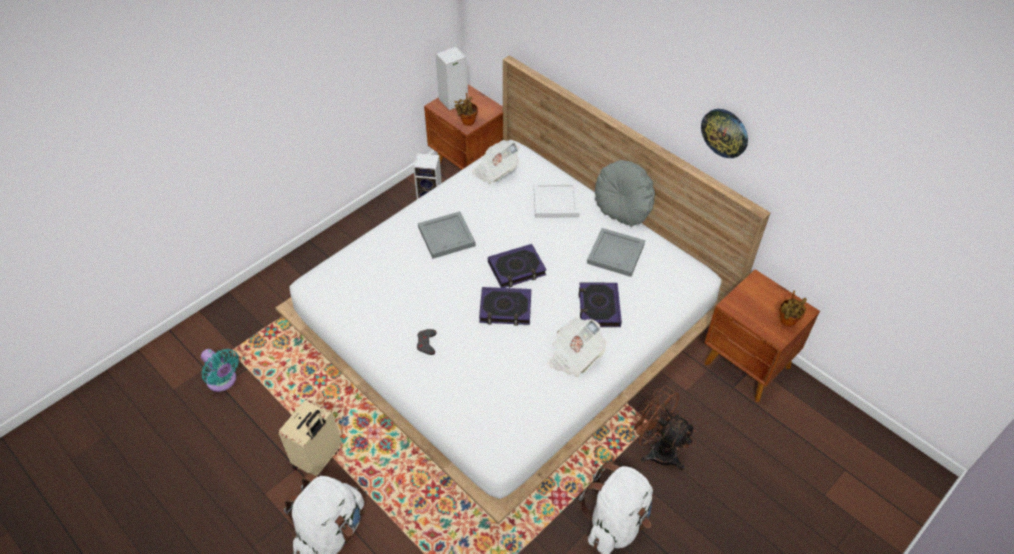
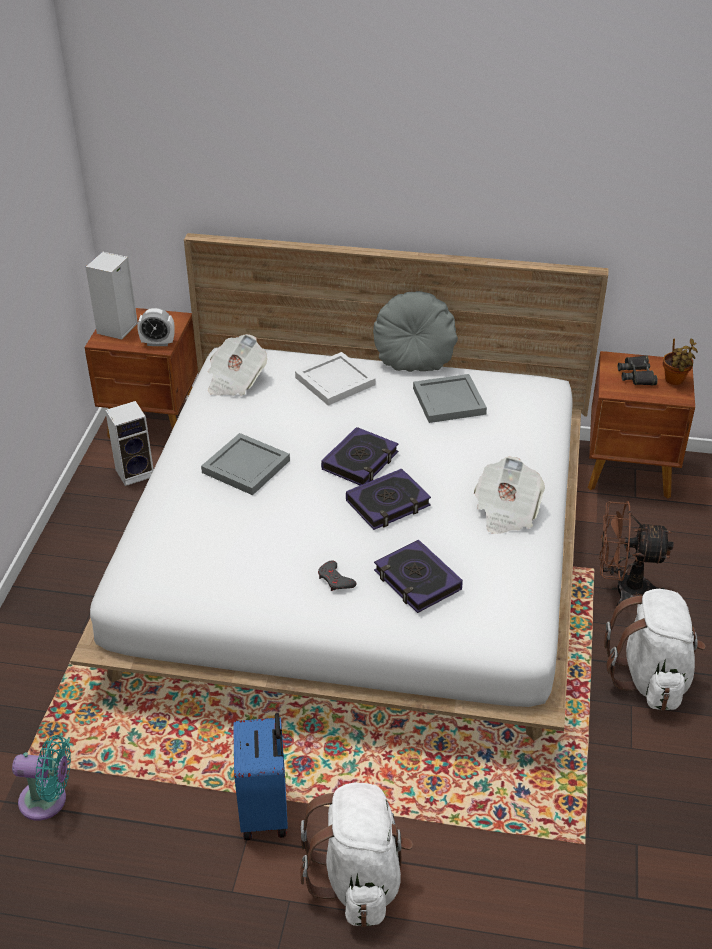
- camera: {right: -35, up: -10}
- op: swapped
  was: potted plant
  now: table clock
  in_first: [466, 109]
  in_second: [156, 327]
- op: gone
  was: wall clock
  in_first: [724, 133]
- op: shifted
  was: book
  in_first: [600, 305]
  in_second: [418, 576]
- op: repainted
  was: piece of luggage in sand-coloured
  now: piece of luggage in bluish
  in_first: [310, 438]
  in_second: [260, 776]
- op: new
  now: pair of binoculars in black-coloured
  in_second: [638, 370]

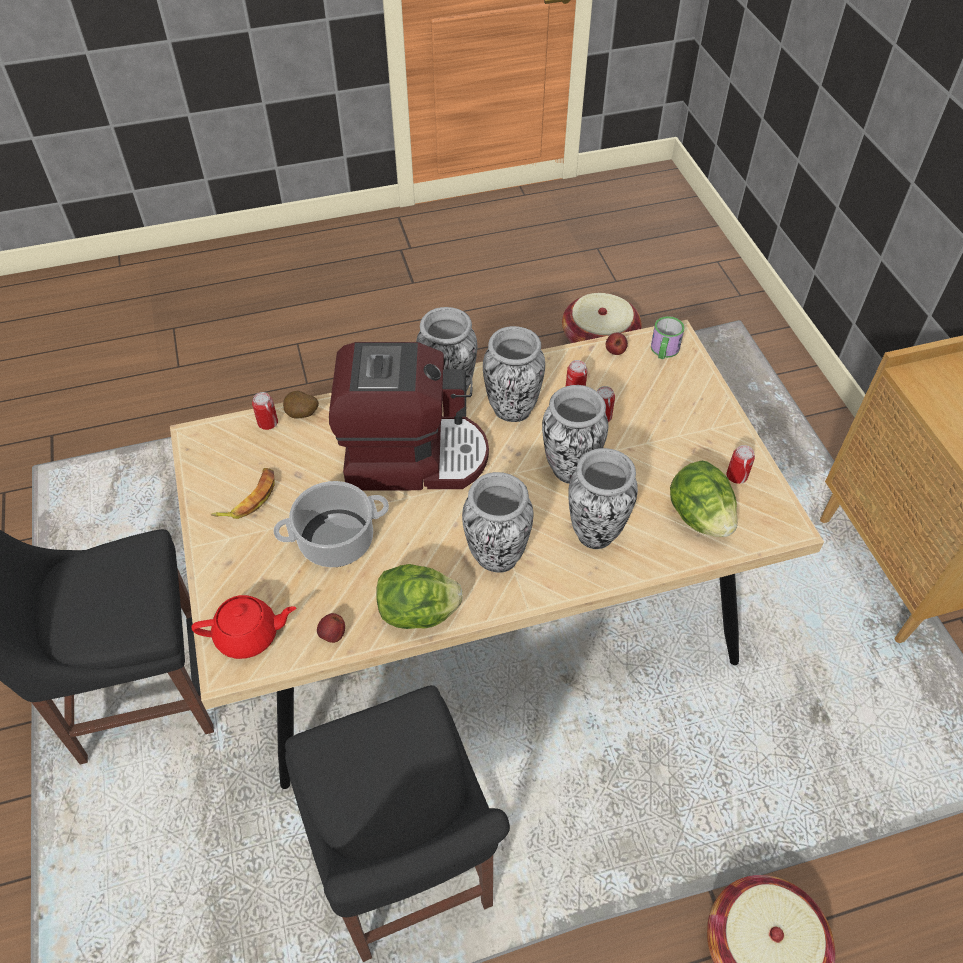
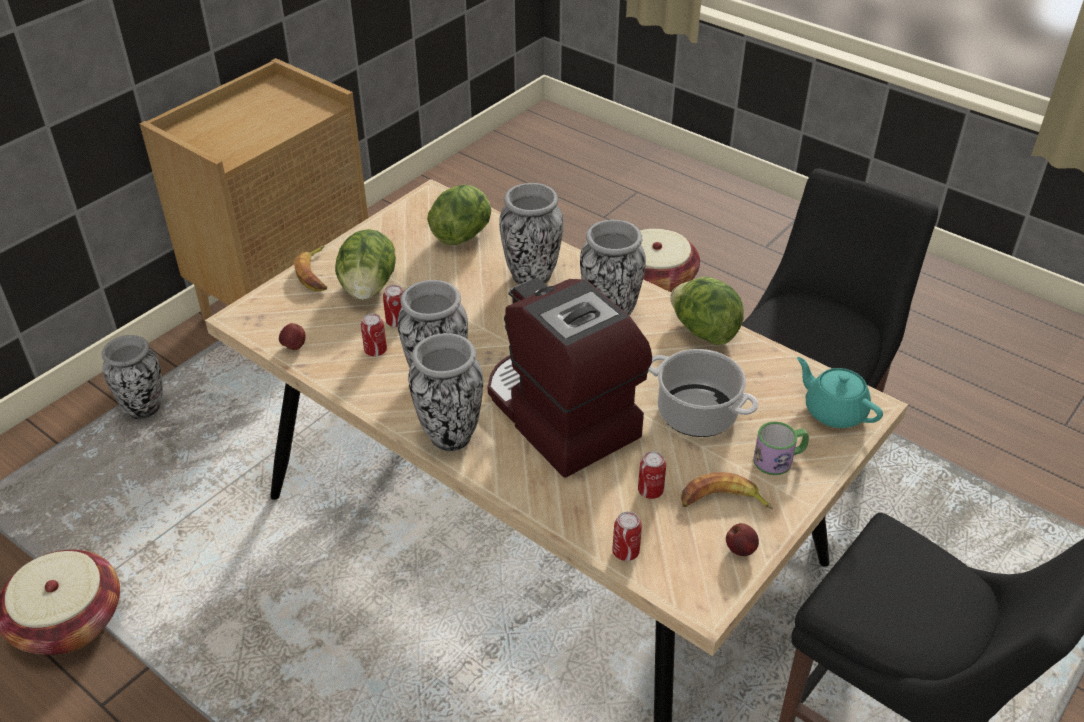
- camera: {right: -125, up: -10}
- op: shifted
  was: coffee mug
  in_first: [667, 337]
  in_second: [781, 448]
- op: shifted
  was: vase
  in_first: [575, 434]
  in_second: [132, 377]
- op: gone
  was: whole potato
  in_first: [301, 404]
- op: shifted
  was: can
  in_first: [740, 464]
  in_second: [652, 475]
- op: repainted
  was: pot for tea in red
  now: pot for tea in turquoise-coloured
  in_first: [244, 627]
  in_second: [840, 392]
- op: shifted
  was: apple fruit
  in_first: [331, 628]
  in_second: [742, 539]
- op: new
  now: lettuce
  in_second: [365, 264]
- op: new
  now: banana
  in_second: [310, 269]

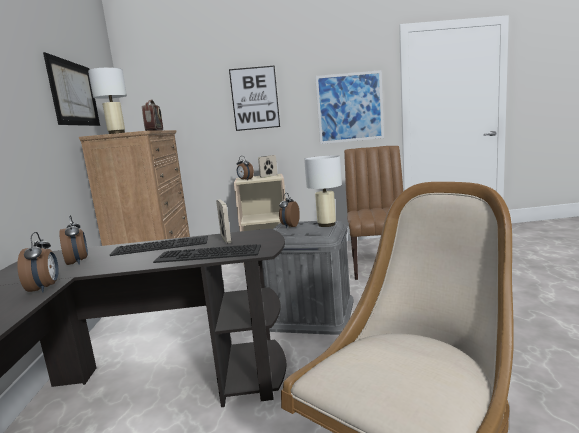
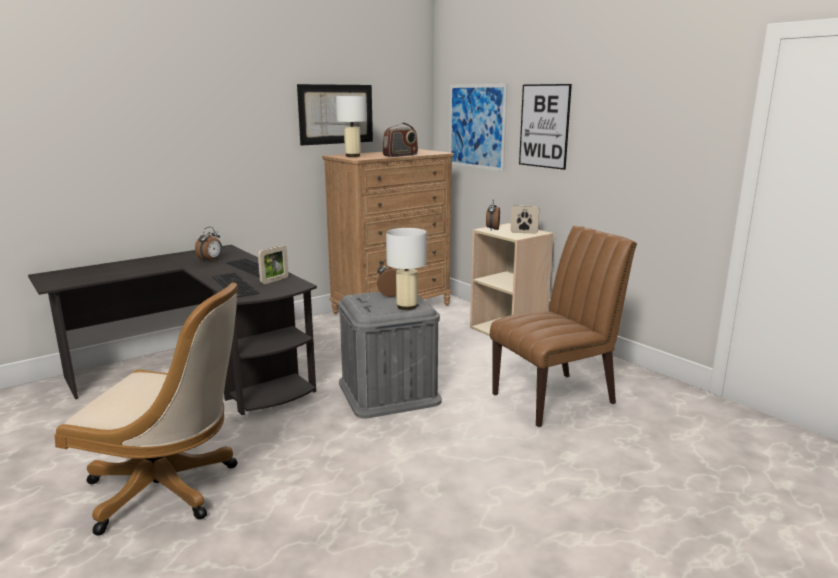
- camera: {right: 55, up: 5}
- op: shifted
  was: wall art
  in_first: [349, 107]
  in_second: [478, 127]
- op: gone
  was: table clock
  in_first: [37, 262]

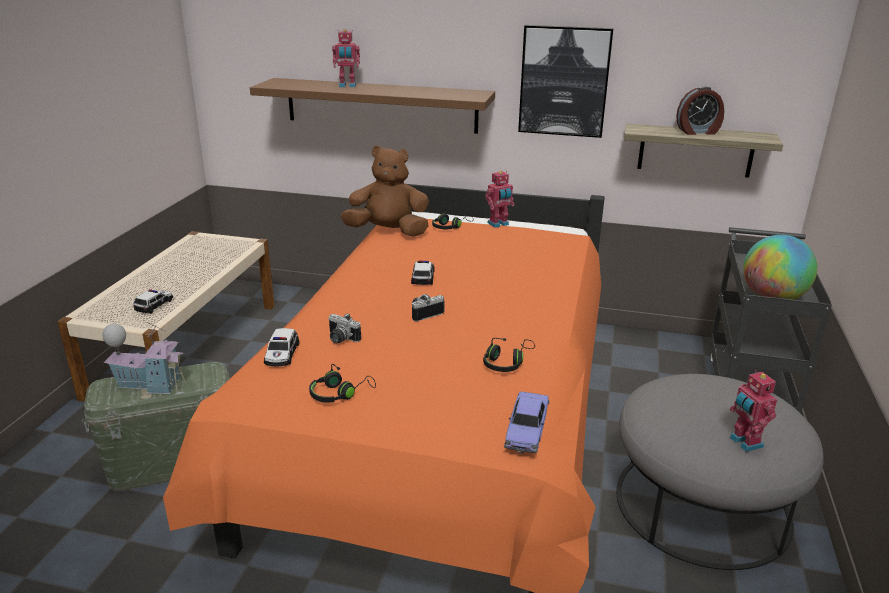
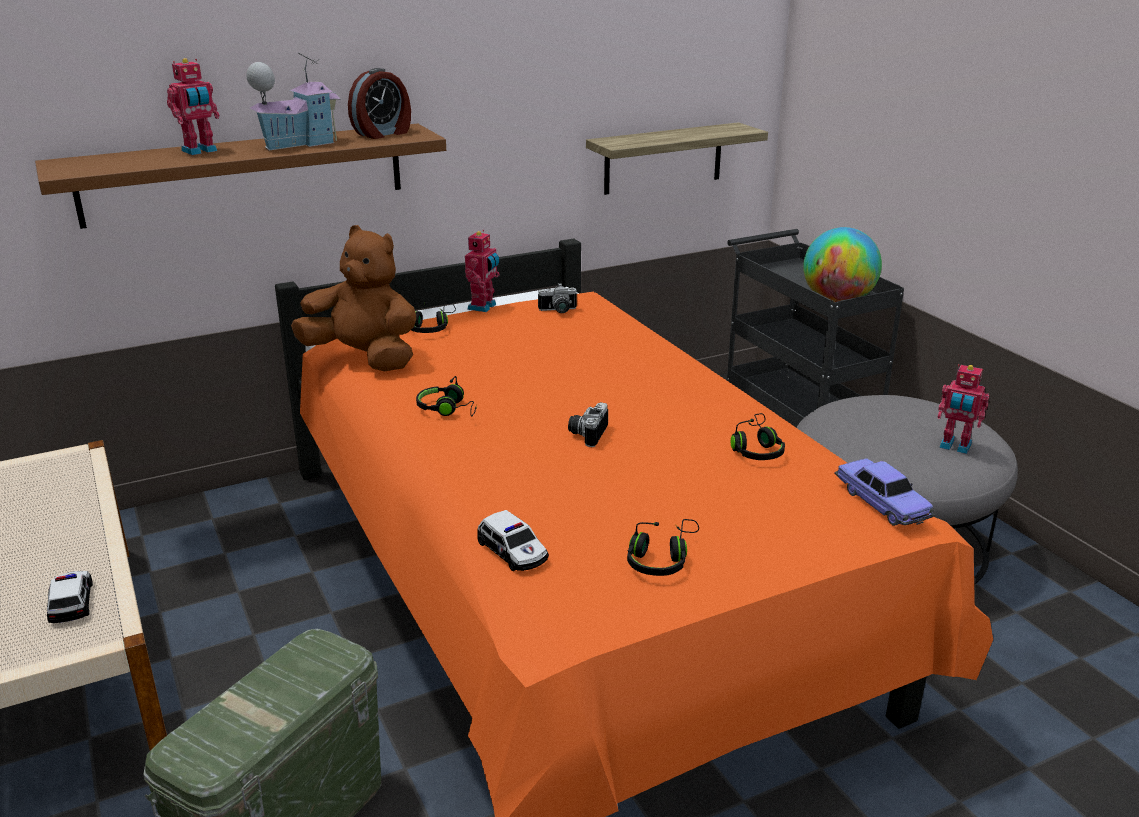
- camera: {right: -40, up: 0}
- op: gone
  was: wall art
  in_first: [566, 81]
- op: shifted
  was: table clock
  in_first: [700, 110]
  in_second: [379, 103]
- op: rotated
  was: soft toy in brownish
  in_first: [385, 191]
  in_second: [353, 298]
  clockwise: 60
- op: gone
  was: miniature car
  in_first: [423, 273]
- op: shifted
  was: still camera
  in_first: [345, 328]
  in_second: [557, 298]
- op: shifted
  was: toy house
  in_first: [144, 358]
  in_second: [293, 101]
- op: new
  now: headphones in black-coloured
  in_second: [446, 396]

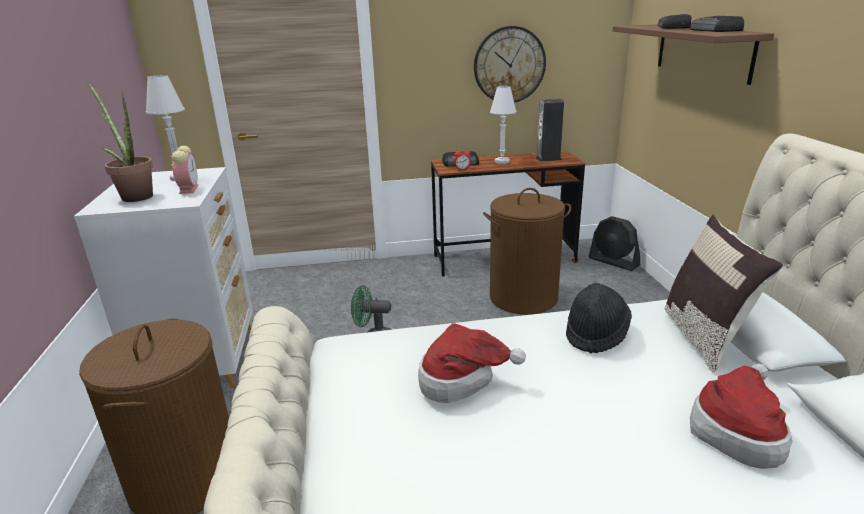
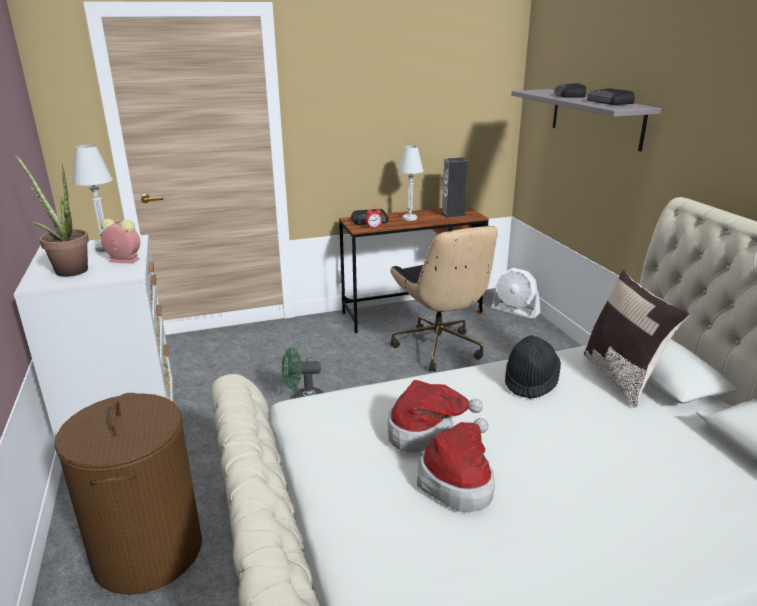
- camera: {right: -10, up: 0}
- op: repainted
  was: bracket shelf in brownish
  now: bracket shelf in gray
  in_first: [693, 54]
  in_second: [586, 120]
- op: gone
  was: wall clock
  in_first: [510, 64]
- op: rotated
  was: table clock
  in_first: [184, 170]
  in_second: [120, 241]
  clockwise: -60
- op: swapped
  was: hamper in brownish
  now: desk chair in black-coloured
  in_first: [527, 251]
  in_second: [444, 299]
- op: repainted
  was: electric fan in black-coloured
  now: electric fan in white-coloured
  in_first: [614, 243]
  in_second: [516, 293]
- op: shifted
  was: hat
  in_first: [741, 416]
  in_second: [456, 465]

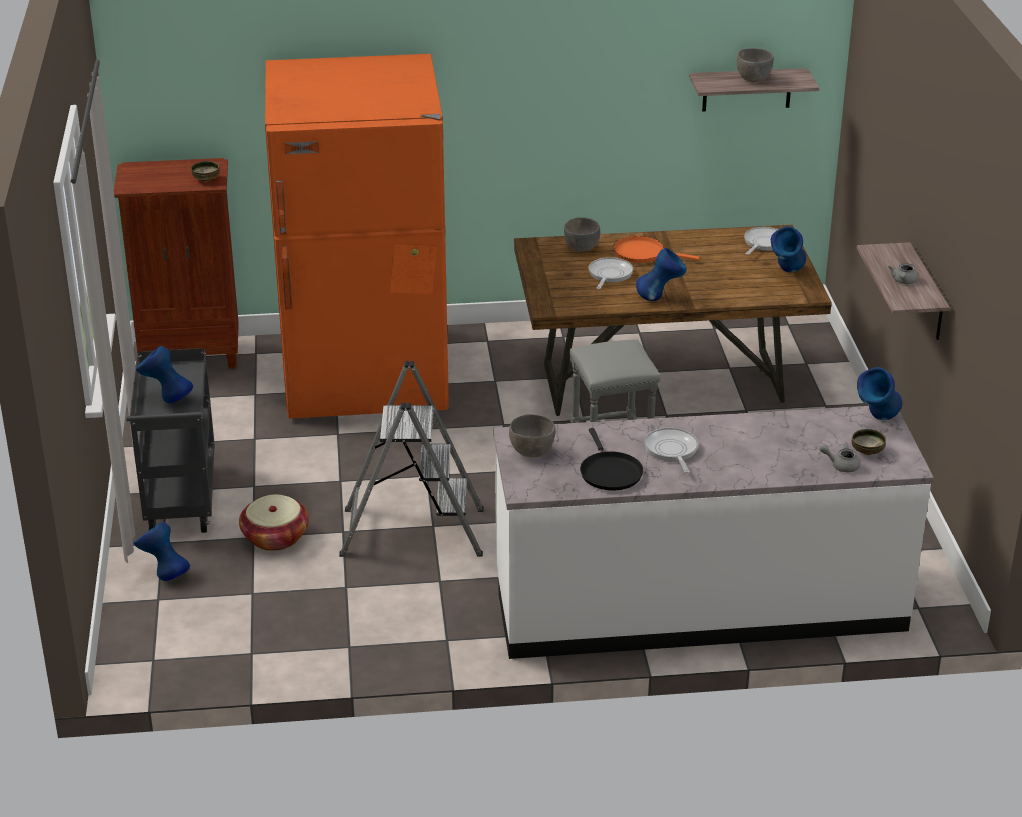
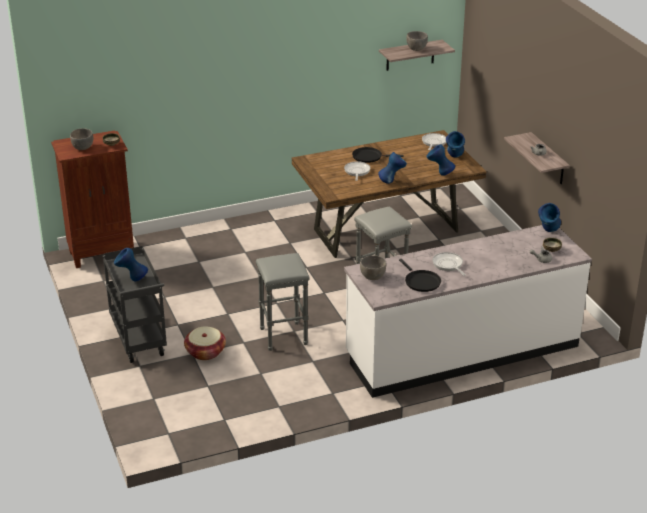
- camera: {right: -15, up: 0}
- op: gone
  was: refrigerator in orange
  in_first: [357, 236]
- op: shifted
  was: bowl in gray
  in_first: [582, 234]
  in_second: [81, 139]
- op: repainted
  was: pan in orange
  now: pan in black-coloured
  in_first: [656, 249]
  in_second: [378, 155]
- op: swapped
  was: stepladder in gray
  now: sitting stool in gray
  in_first: [411, 459]
  in_second: [283, 302]
- op: shifted
  was: vase in bluish
  in_first: [161, 551]
  in_second: [440, 160]

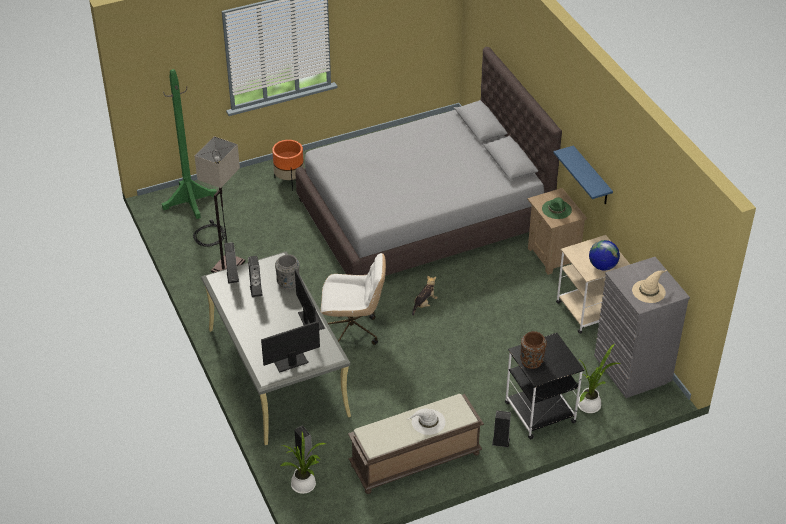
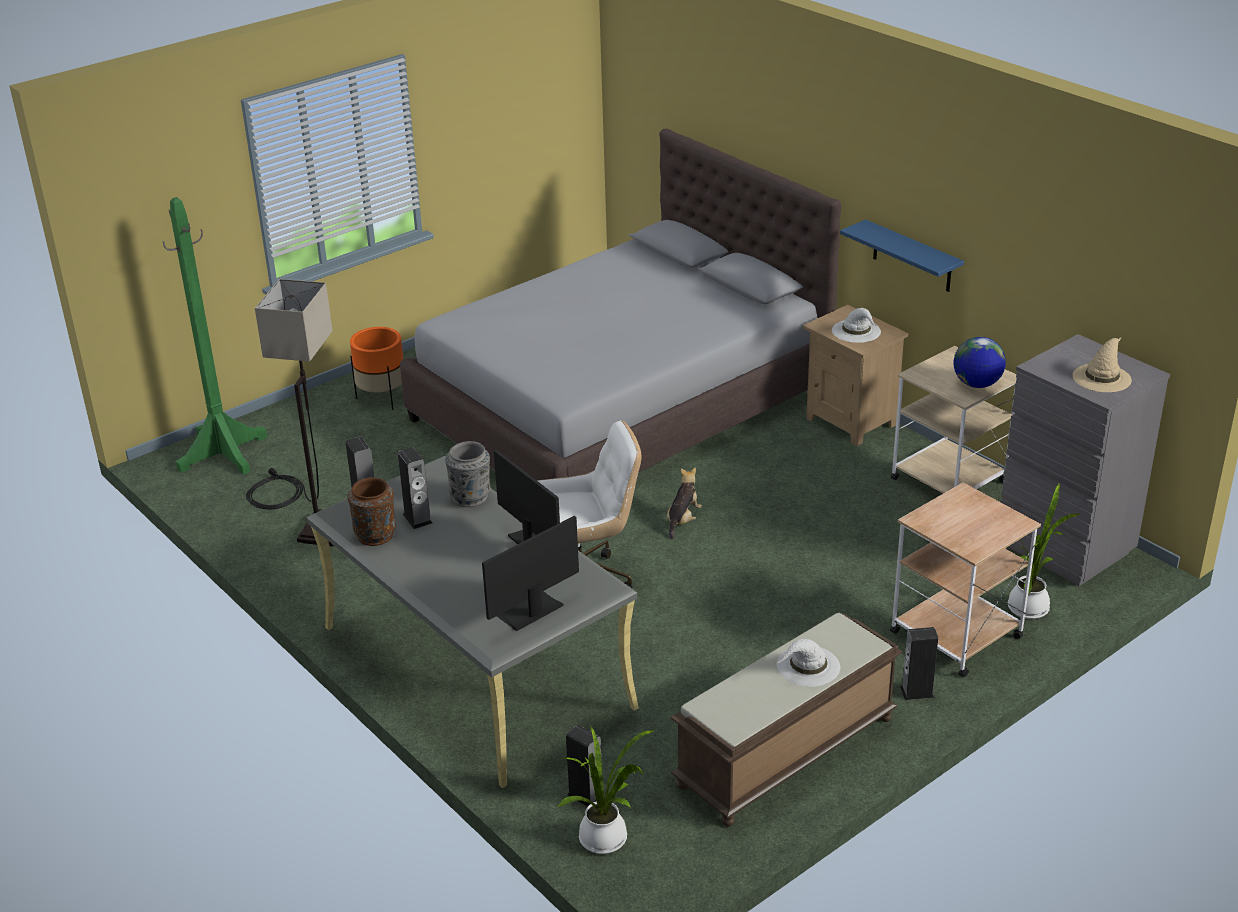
- camera: {right: -15, up: -10}
- op: repainted
  was: hat in greenish
  now: hat in white-coloured
  in_first: [557, 208]
  in_second: [856, 325]
- op: shifted
  was: vase in brownish
  in_first: [533, 350]
  in_second: [371, 511]
- op: repainted
  was: cart in black-coloured
  now: cart in sand-coloured
  in_first: [544, 386]
  in_second: [965, 580]

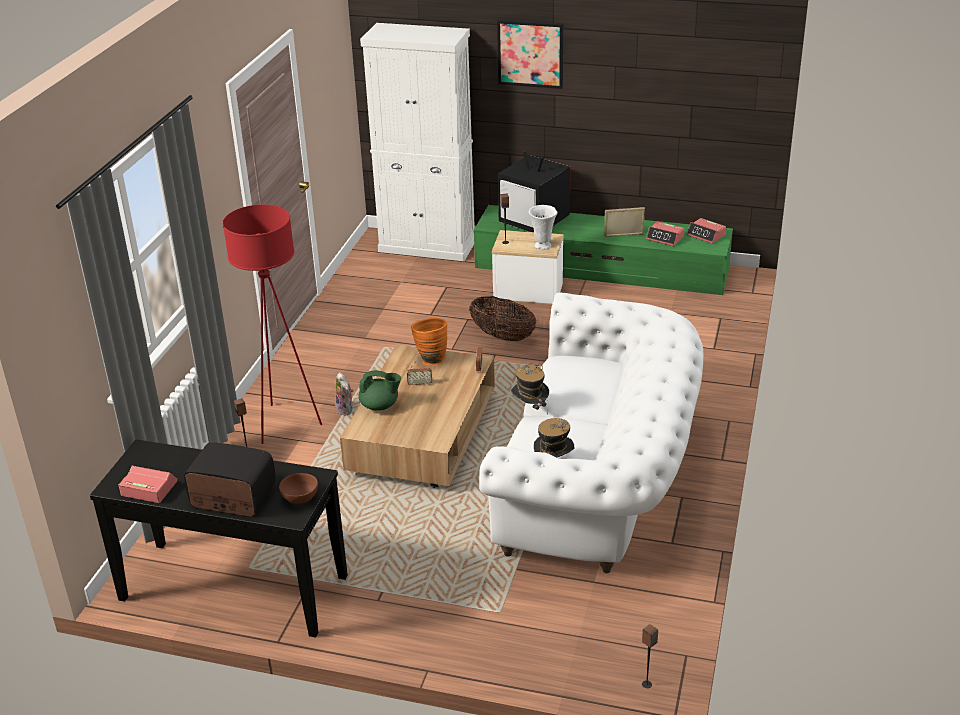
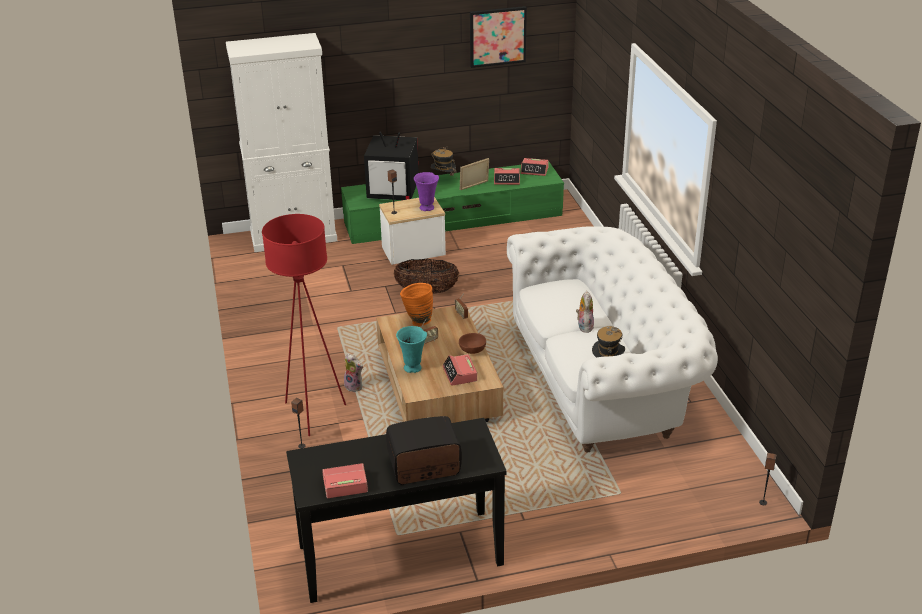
- camera: {right: -30, up: 0}
- op: shifted
  was: wall art
  in_first: [530, 54]
  in_second: [498, 37]
- op: repainted
  was: vase in white-coloured
  now: vase in purple-coloured
  in_first: [543, 227]
  in_second: [426, 191]
- op: shifted
  was: hat
  in_first: [530, 388]
  in_second: [444, 163]
- op: swapped
  was: pot for tea in greenish
  now: vase in turquoise-coloured
  in_first: [379, 390]
  in_second: [411, 349]
- op: shifted
  was: bowl in brownish
  in_first: [298, 488]
  in_second: [472, 343]
- op: new
  now: soft toy
  in_second: [585, 312]
- op: new
  now: table clock
  in_second: [459, 370]

